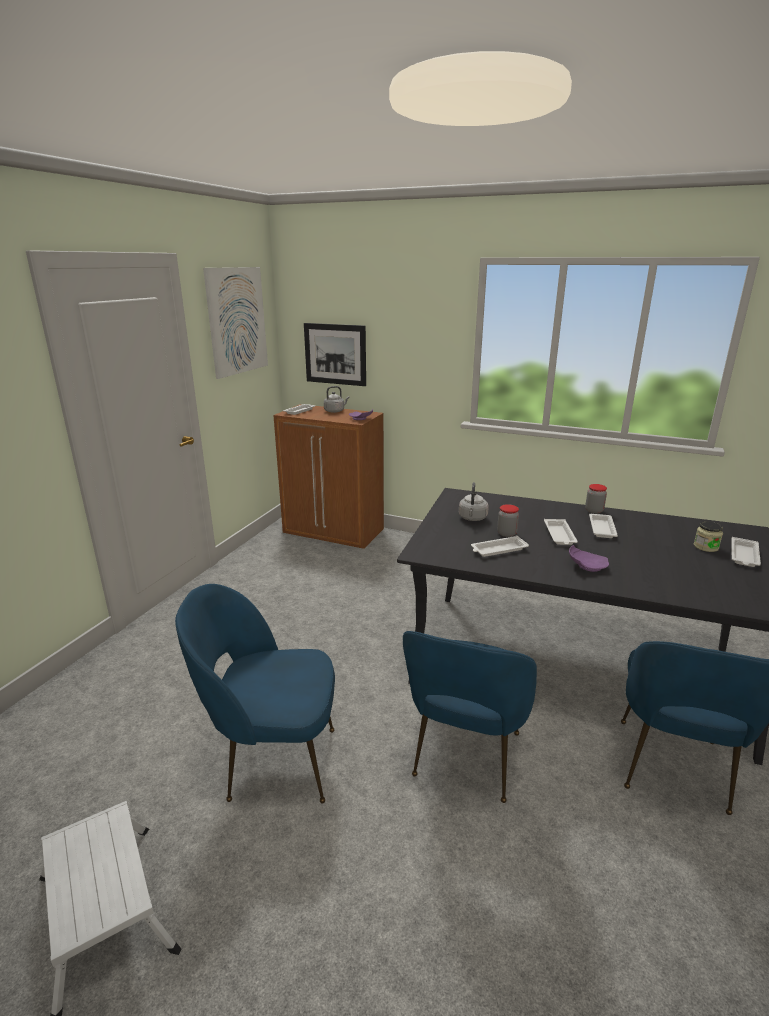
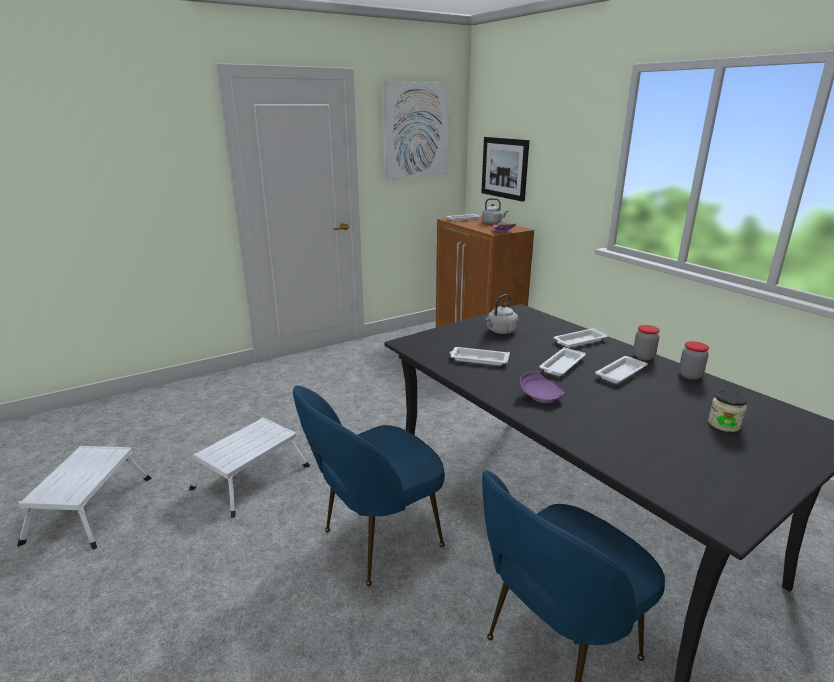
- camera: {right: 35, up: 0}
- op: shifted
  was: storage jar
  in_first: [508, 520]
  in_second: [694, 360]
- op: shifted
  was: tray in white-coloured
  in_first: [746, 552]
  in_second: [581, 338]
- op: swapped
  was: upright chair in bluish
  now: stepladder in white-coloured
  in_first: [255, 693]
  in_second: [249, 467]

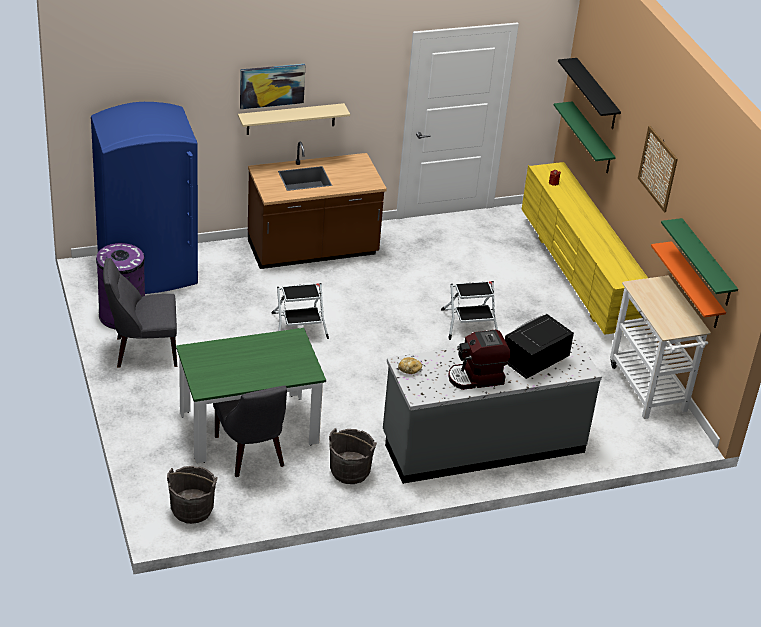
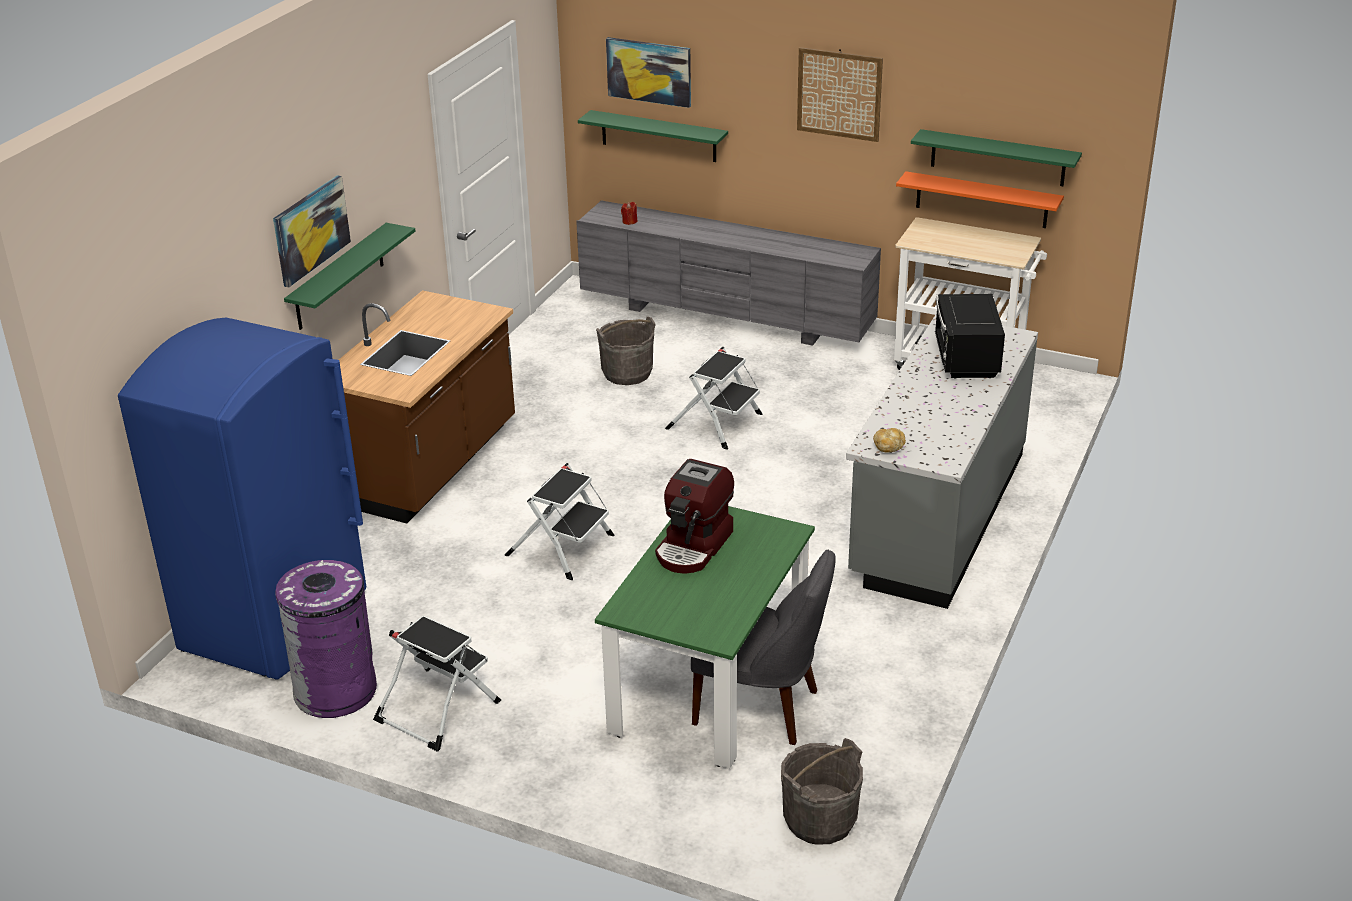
- camera: {right: -45, up: -5}
- op: swapped
  was: bracket shelf in black-coloured
  now: wall art
  in_first: [589, 93]
  in_second: [648, 72]
- op: repainted
  was: bracket shelf in sand-coloured
  now: bracket shelf in greenish
  in_first: [294, 119]
  in_second: [349, 276]
- op: repainted
  was: cabinet in yellowish
  now: cabinet in gray
  in_first: [585, 248]
  in_second: [728, 273]
- op: swapped
  was: upright chair in gray
  now: stepladder
  in_first: [140, 313]
  in_second: [437, 684]
- op: shifted
  was: coffee machine
  in_first: [479, 360]
  in_second: [694, 516]
- op: shifted
  was: bucket in gray
  in_first: [353, 456]
  in_second: [626, 351]

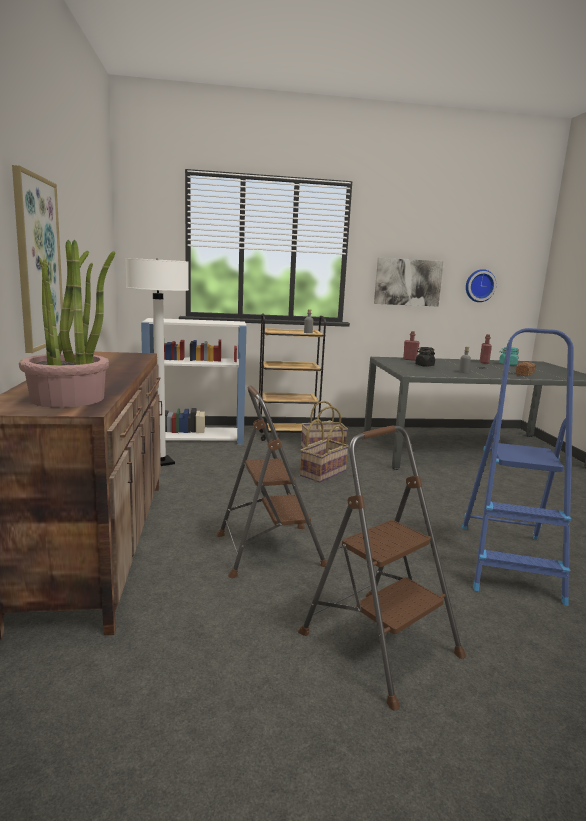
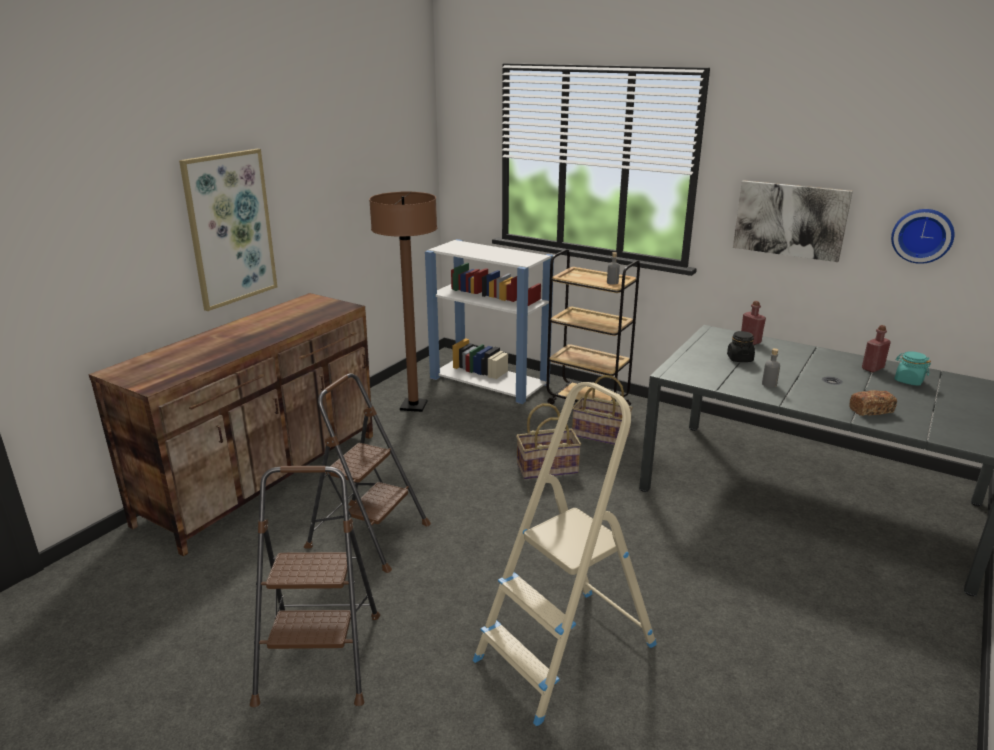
- camera: {right: 40, up: 10}
- op: gone
  was: potted plant
  in_first: [67, 324]
- op: repainted
  was: standing lamp in white-coloured
  now: standing lamp in brownish
  in_first: [157, 362]
  in_second: [403, 302]
- op: repainted
  was: stepladder in bluish
  now: stepladder in sand-coloured
  in_first: [518, 467]
  in_second: [565, 554]

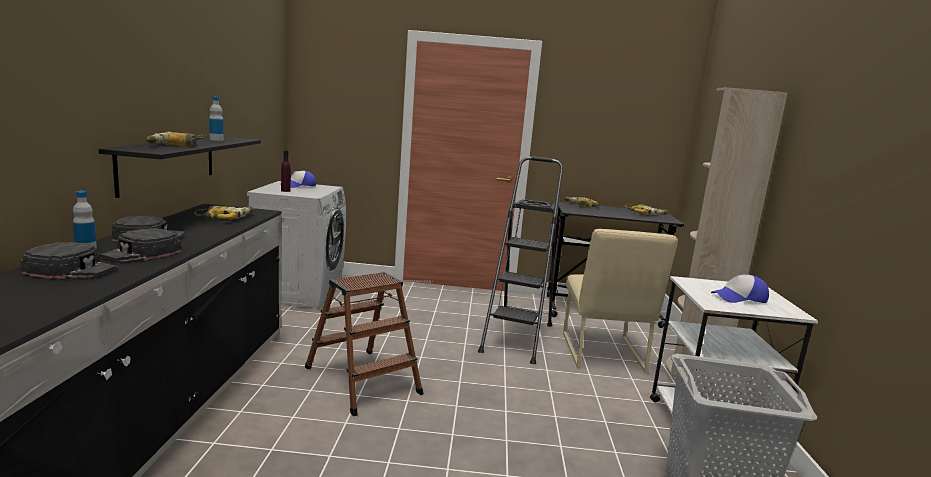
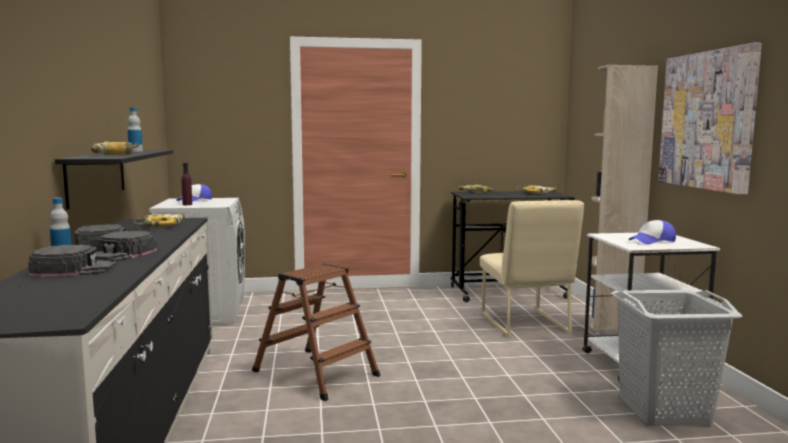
- camera: {right: -10, up: -5}
- op: gone
  was: stepladder
  in_first: [520, 260]
- op: new
  now: wall art
  in_second: [710, 119]

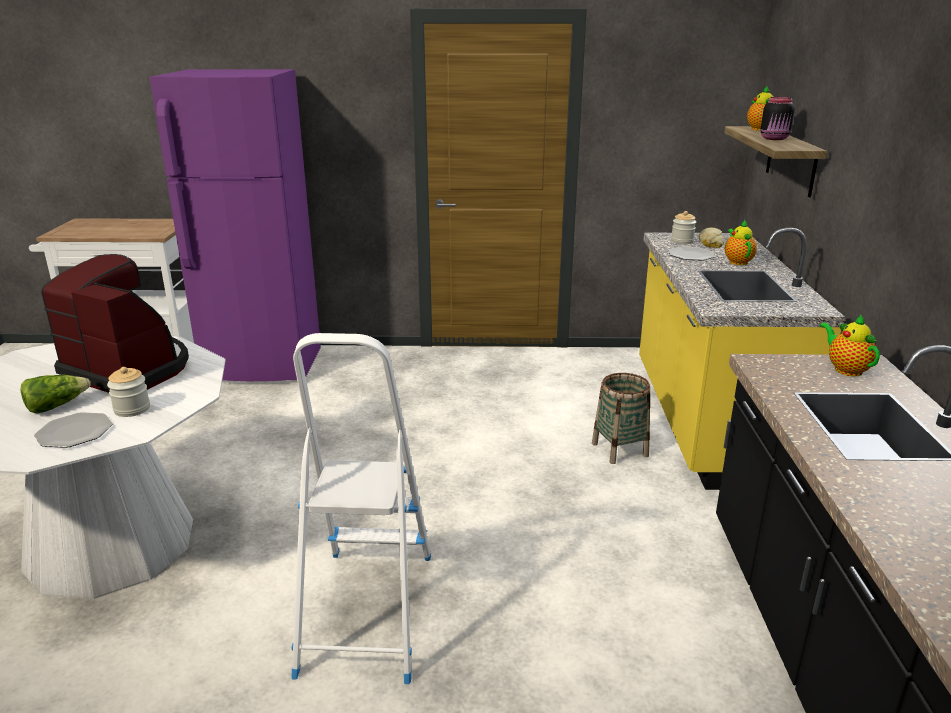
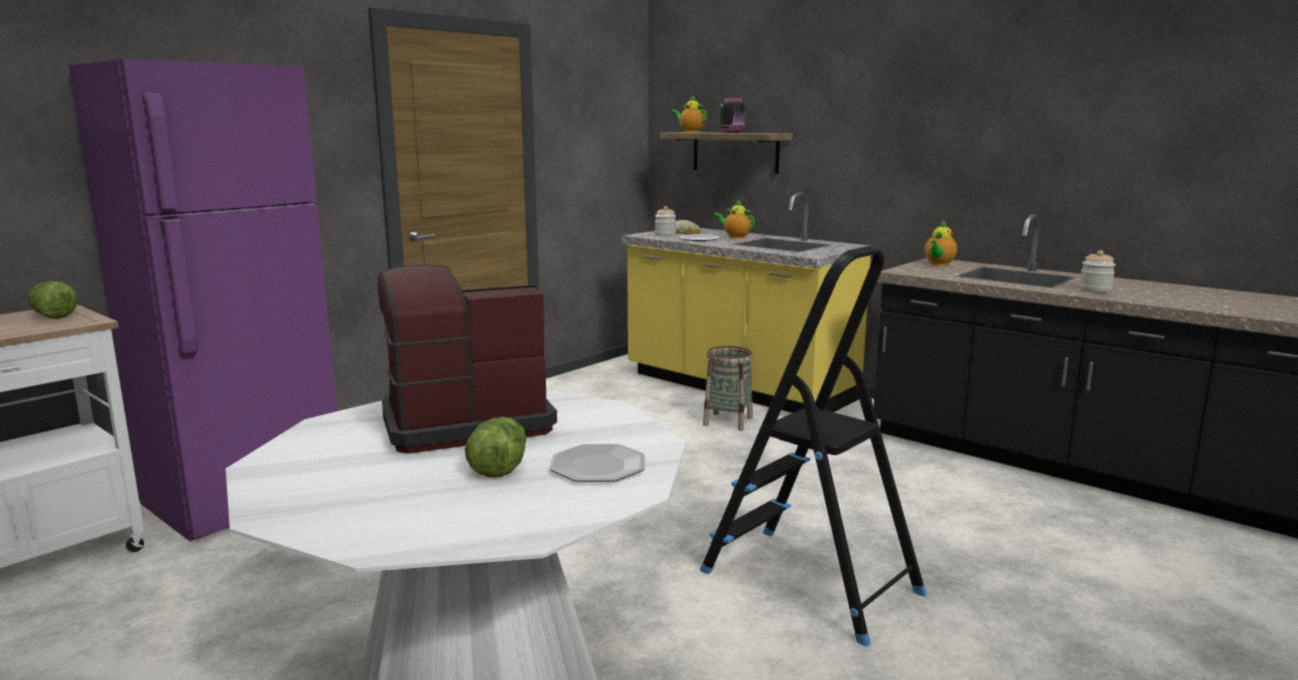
- camera: {right: -50, up: -10}
- op: rotated
  was: pot for tea
  in_first: [850, 345]
  in_second: [941, 243]
  clockwise: -75
- op: repainted
  was: stepladder in white-coloured
  now: stepladder in black-coloured
  in_first: [361, 508]
  in_second: [813, 446]
- op: shifted
  was: storage jar
  in_first: [128, 392]
  in_second: [1097, 271]
- op: new
  now: lettuce
  in_second: [52, 300]

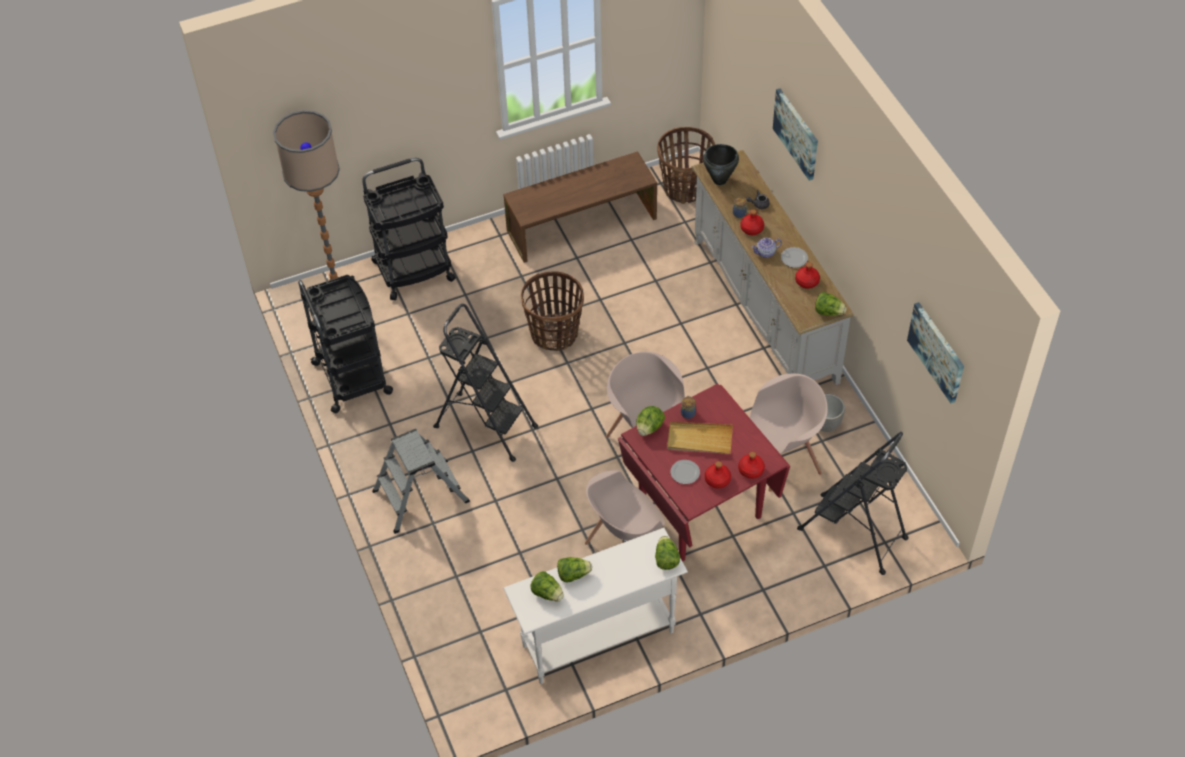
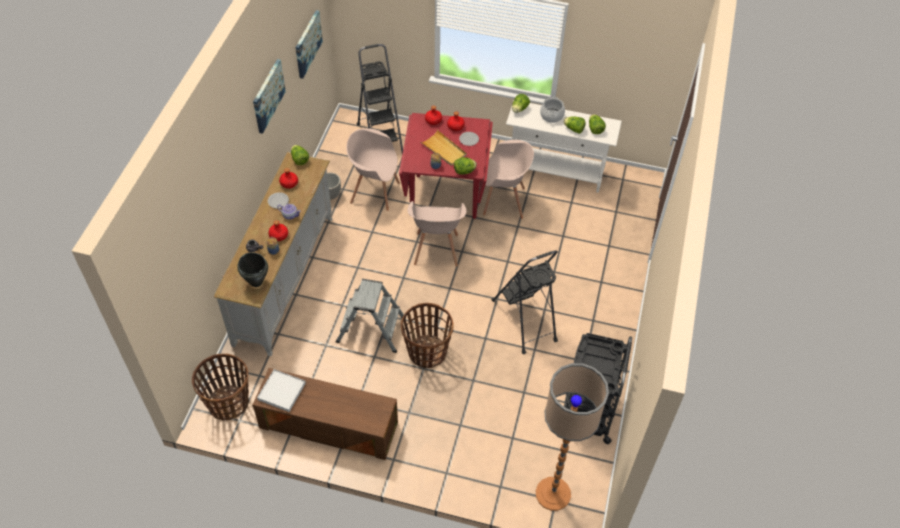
- camera: {right: -145, up: 0}
- op: shifted
  was: wall art
  in_first: [795, 135]
  in_second: [269, 96]
- op: gone
  was: cart in black-coloured
  in_first: [409, 229]
- op: shifted
  was: stepladder in gray
  in_first: [421, 481]
  in_second: [371, 316]
- op: new
  now: stockpot
  in_second: [552, 110]
- op: new
  now: tray in white-coloured
  in_second: [281, 390]

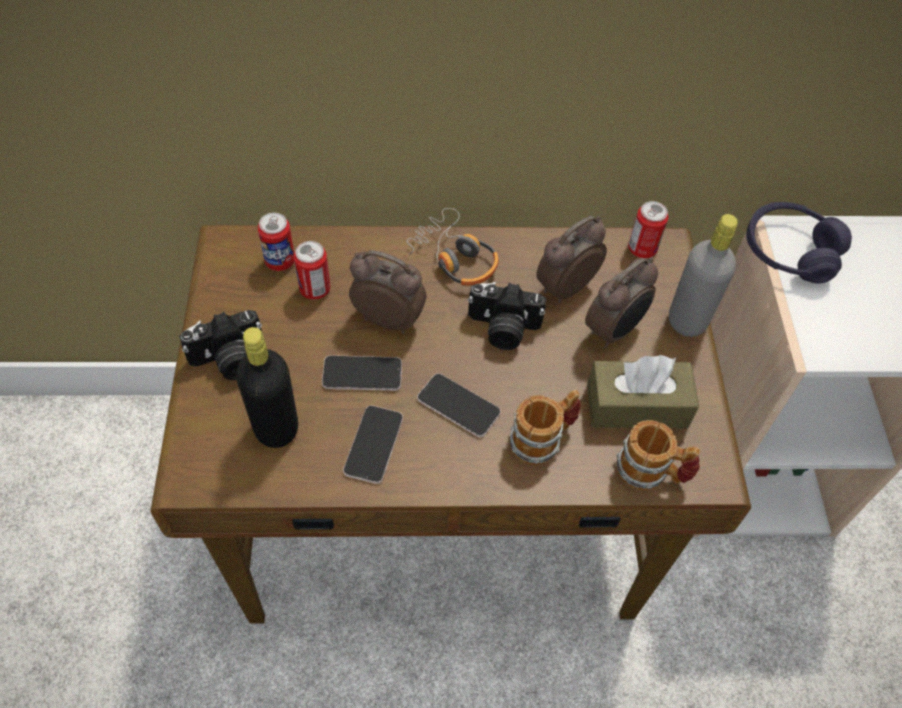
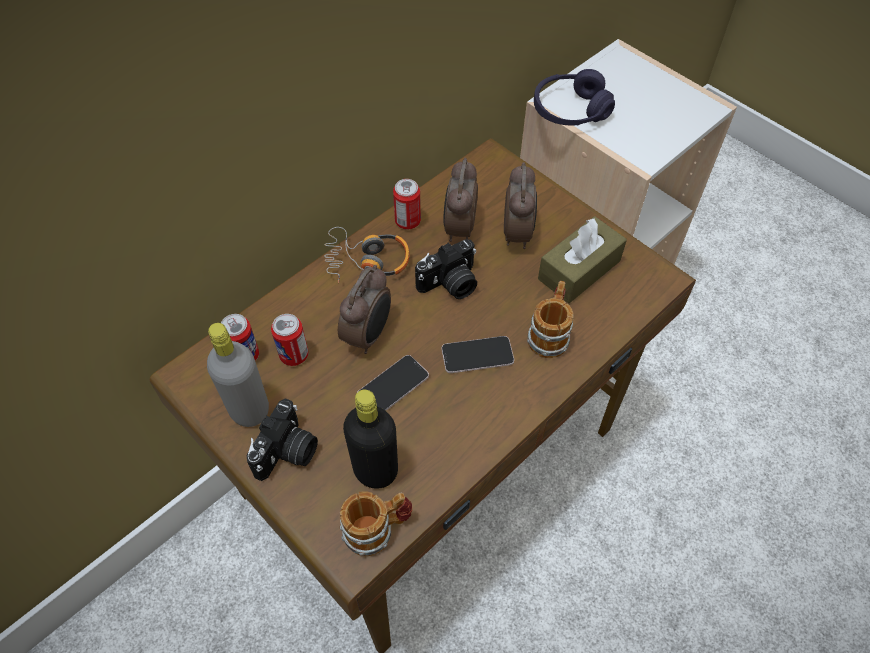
- camera: {right: -40, up: 0}
- op: shifted
  was: can
  in_first: [648, 229]
  in_second: [407, 204]
- op: shifted
  was: drink bottle in gray
  in_first: [703, 275]
  in_second: [238, 375]
- op: rotated
  was: table clock
  in_first: [387, 292]
  in_second: [364, 309]
  clockwise: 135
- op: gone
  was: phone
  in_first: [373, 444]
- op: shifted
  was: coffee mug
  in_first: [658, 455]
  in_second: [376, 523]

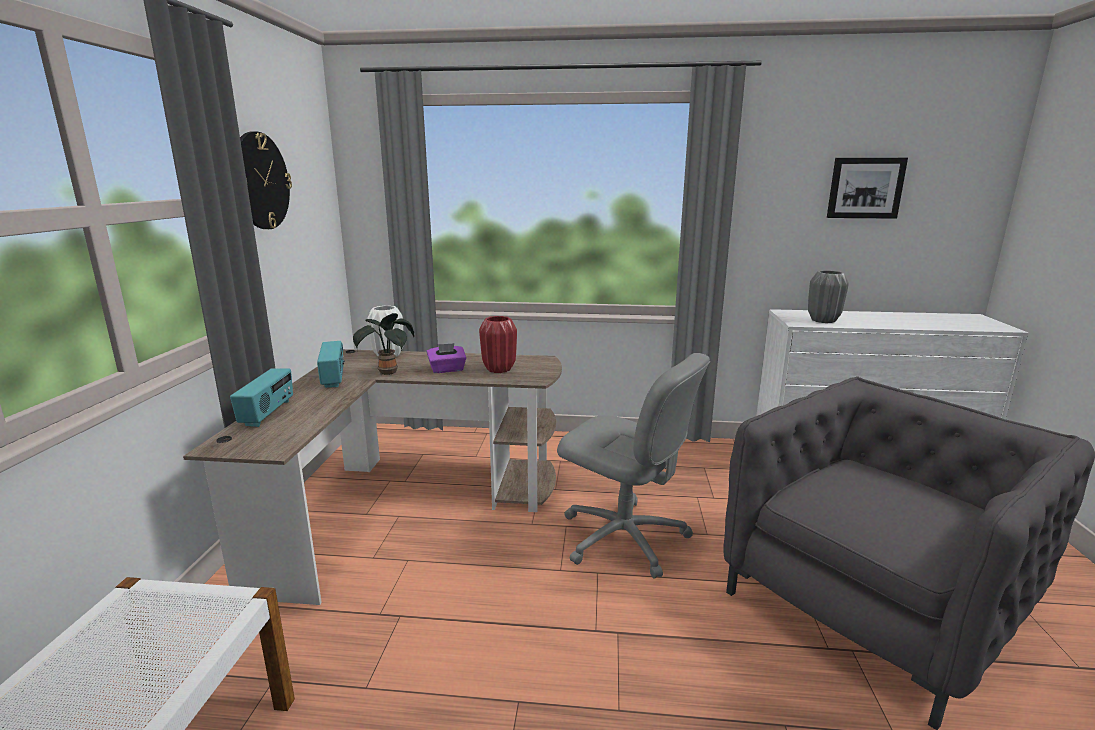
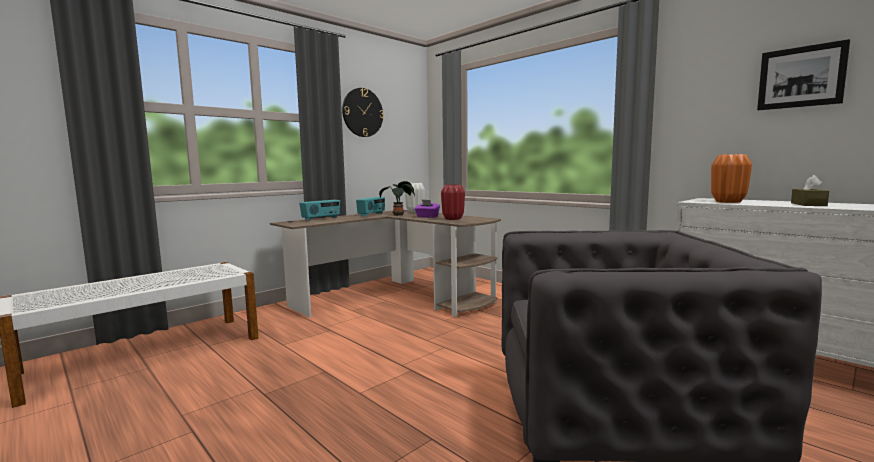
- camera: {right: 40, up: -10}
- op: repainted
  was: vase in gray
  now: vase in orange
  in_first: [828, 296]
  in_second: [731, 178]
- op: gone
  was: desk chair in gray
  in_first: [633, 465]
- op: new
  now: tissue holder in brownish
  in_second: [810, 190]

